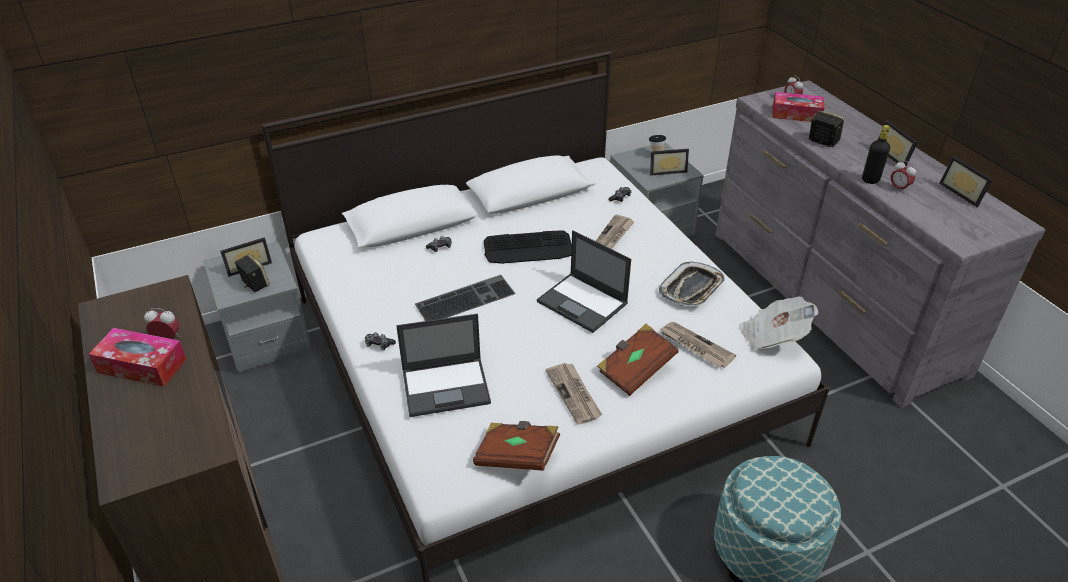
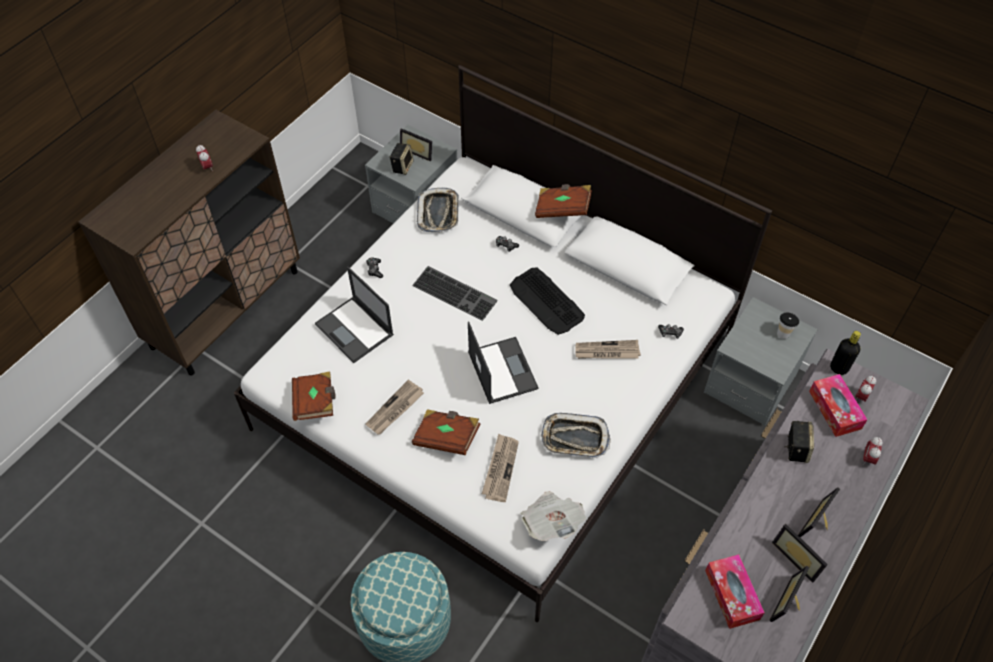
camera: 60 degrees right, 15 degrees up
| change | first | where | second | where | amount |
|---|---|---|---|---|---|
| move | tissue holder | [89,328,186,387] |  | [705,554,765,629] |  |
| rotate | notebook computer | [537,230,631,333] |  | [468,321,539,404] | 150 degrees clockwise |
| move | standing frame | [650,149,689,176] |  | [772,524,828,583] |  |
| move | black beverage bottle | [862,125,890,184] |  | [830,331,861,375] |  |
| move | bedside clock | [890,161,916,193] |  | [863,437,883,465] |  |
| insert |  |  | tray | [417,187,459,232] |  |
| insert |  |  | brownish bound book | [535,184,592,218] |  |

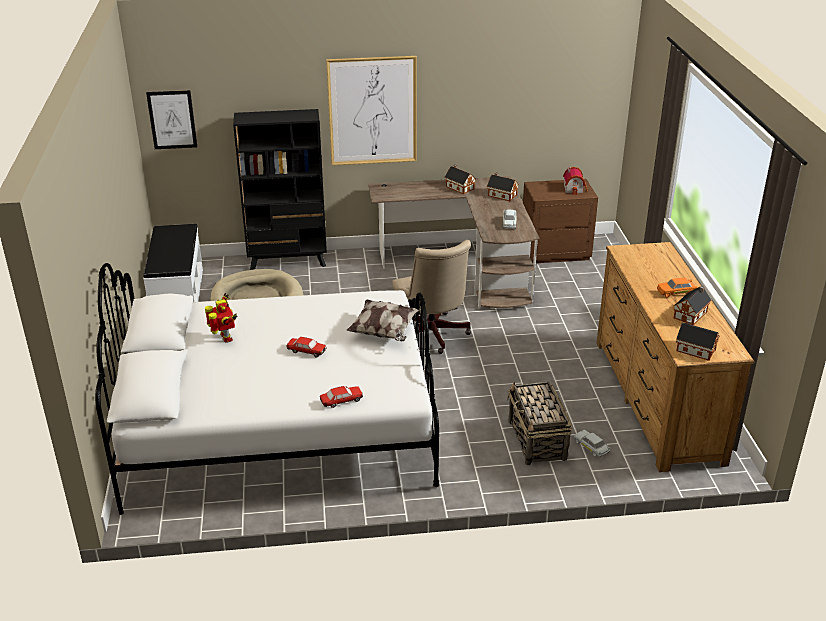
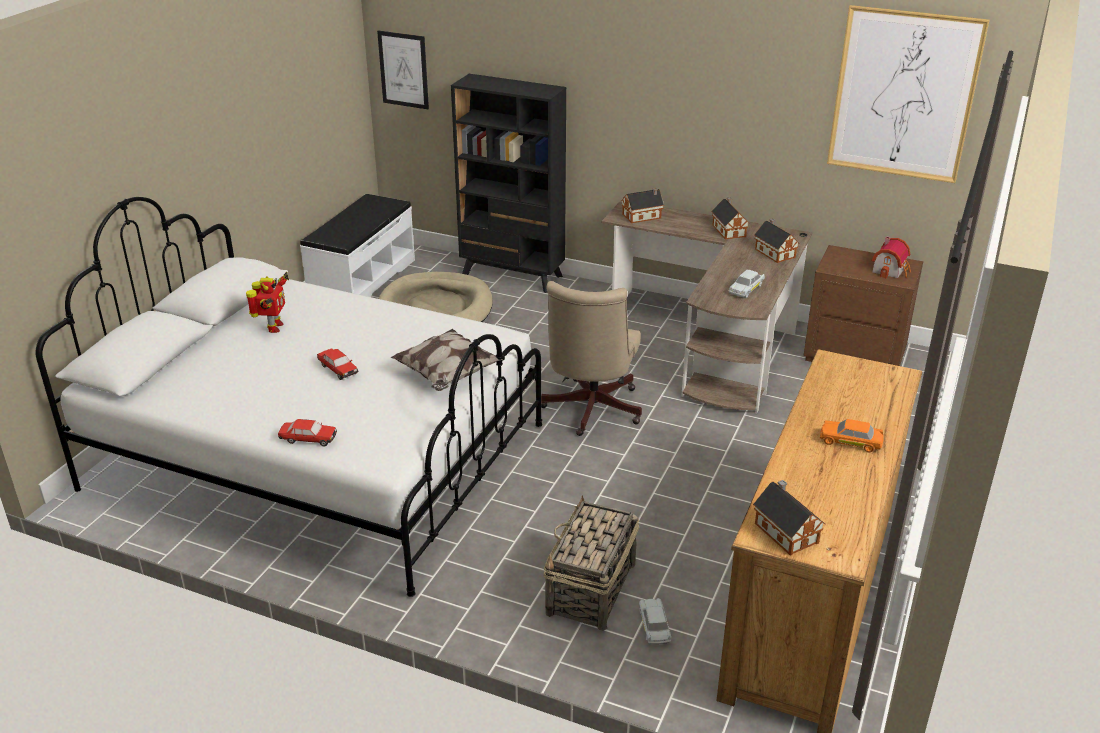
camera: 30 degrees right, 0 degrees up
| change | first | where | second | where | amount |
|---|---|---|---|---|---|
| move | wall picture | [326,56,417,166] |  | [827,5,990,183] |  |
| move | miniature house | [674,286,712,325] |  | [621,188,664,223] |  |

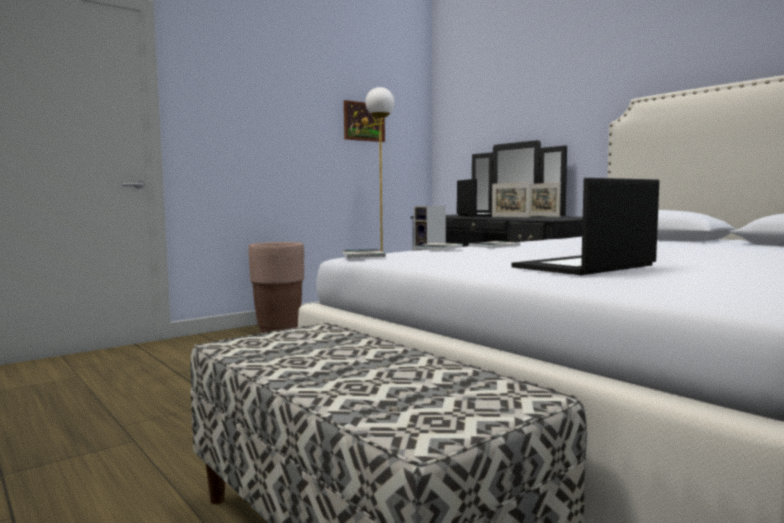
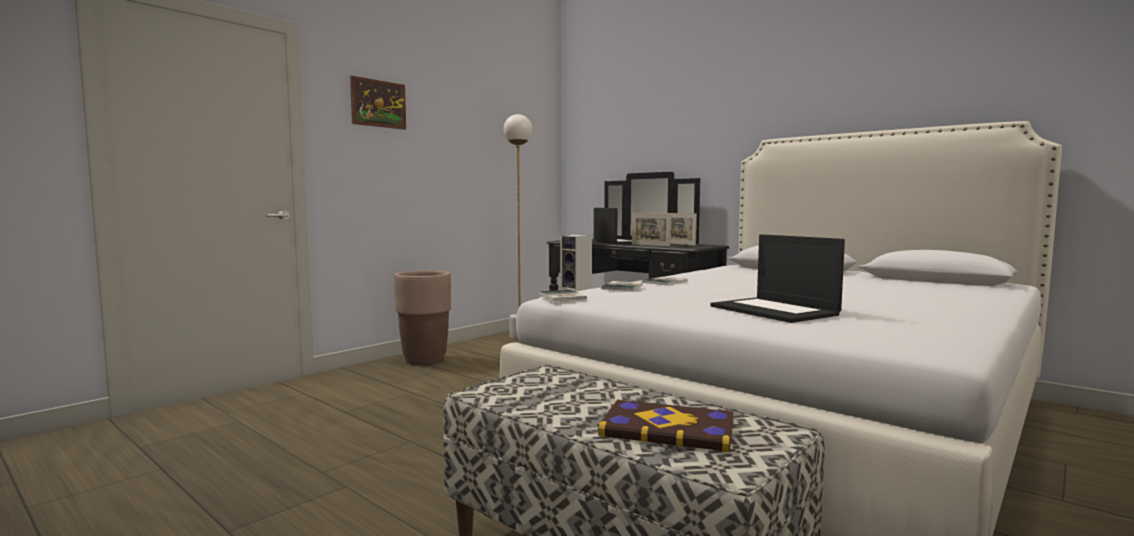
camera: 10 degrees left, 0 degrees up
| change | first | where | second | where | amount |
|---|---|---|---|---|---|
| move | wall picture | [344,100,385,142] |  | [350,75,406,130] |  |
| rotate | notebook computer | [512,178,659,275] |  | [710,234,845,323] | 75 degrees counterclockwise |
| insert |  |  | bound book | [598,400,734,452] |  |

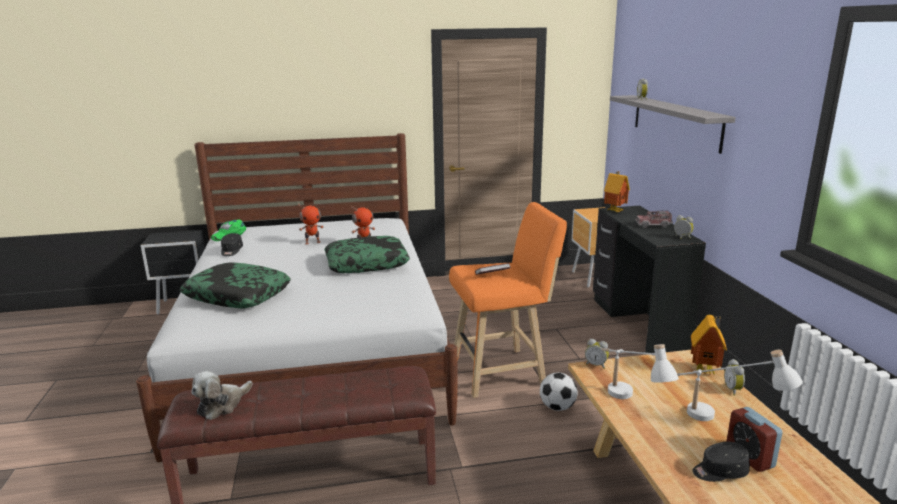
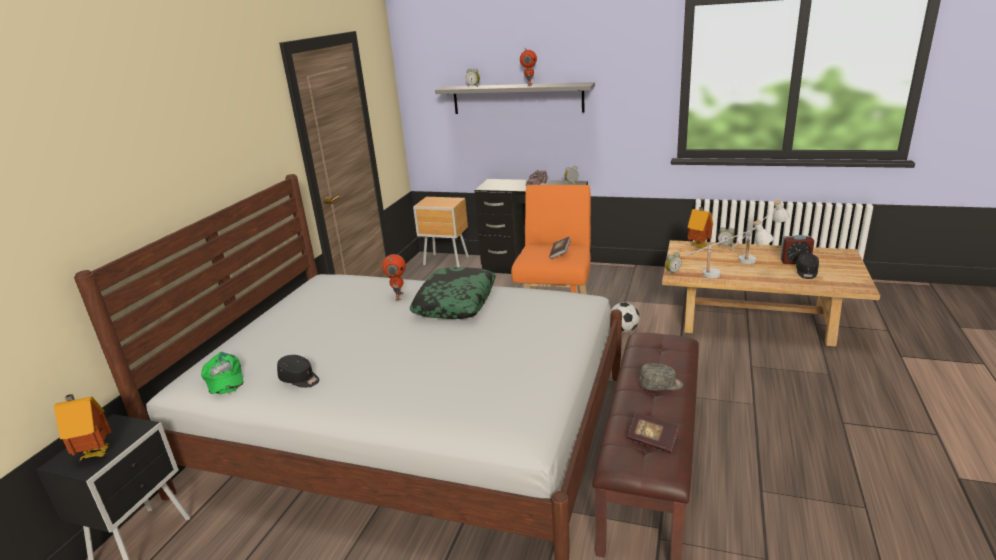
camera: 60 degrees left, 5 degrees up
| change | first | where | second | where | amount |
|---|---|---|---|---|---|
| delete | pillow | [180,262,291,309] |  |  |  |
| replace | plush toy | [191,371,252,420] | bound book | [627,413,678,453] |  |
| move | robot figure | [298,203,323,245] |  | [520,48,537,86] |  |
| move | miniature house | [604,172,630,212] |  | [54,394,111,460] |  |
| insert |  |  | grey cap | [639,363,683,390] |  |

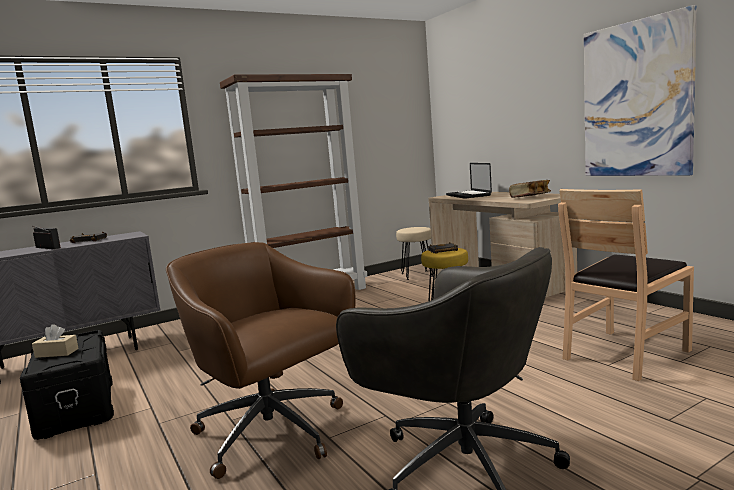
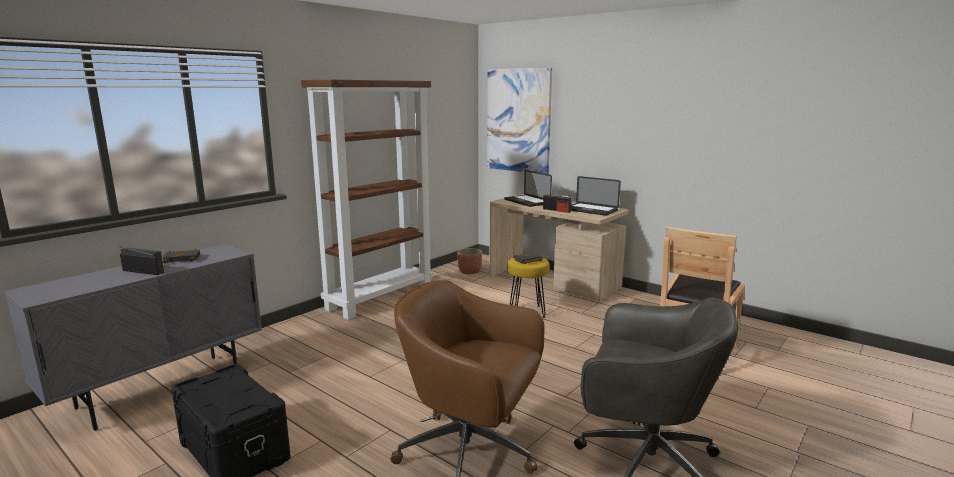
camera: 20 degrees left, 5 degrees up
| change | first | where | second | where | amount |
|---|---|---|---|---|---|
| delete | beige-coloured tissue holder | [32,325,79,358] |  |  |  |
| replace | beige-coloured stool seat | [396,227,433,280] | planter | [457,248,482,274] |  |
| replace | bound book | [509,180,551,198] | notebook computer | [571,176,621,216] |  |
| move | wall picture | [584,5,697,176] |  | [487,68,552,174] |  |
| insert |  |  | radio set | [543,194,571,213] |  |

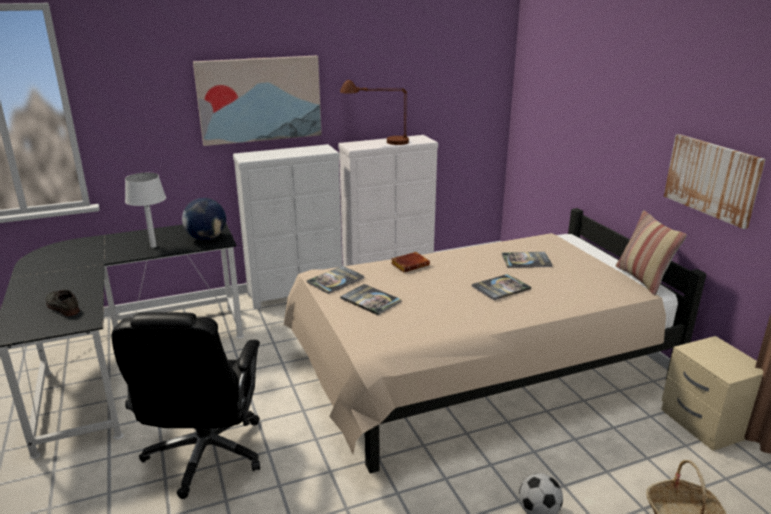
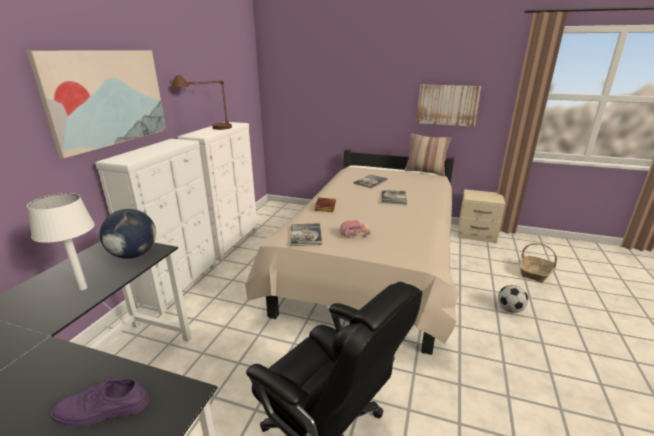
camera: 50 degrees left, 0 degrees up
| change | first | where | second | where | amount |
|---|---|---|---|---|---|
| recolor | grey low shoe | [46,290,80,316] | purple low shoe | [51,376,150,427] |  |
| replace | bound book | [340,284,402,315] | miniature car | [339,220,371,238] |  |

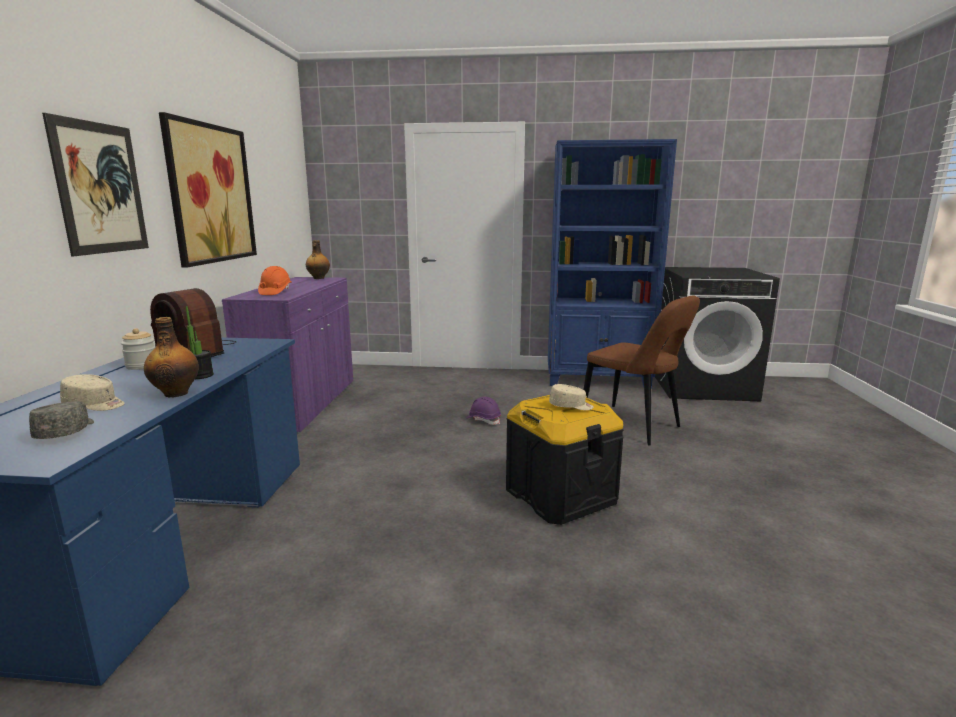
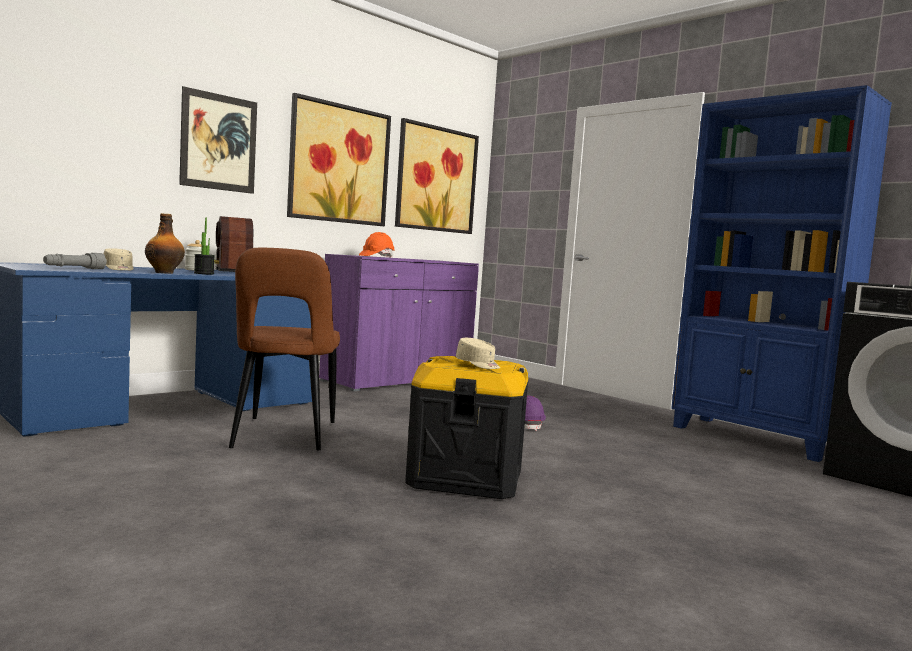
camera: 40 degrees right, 10 degrees down
| change | first | where | second | where | amount |
|---|---|---|---|---|---|
| replace | grey cap | [29,401,94,439] | grey torch | [43,253,107,269] |  |
| delete | beverage bottle | [306,240,330,279] |  |  |  |
| move | brownish upright chair | [583,295,700,445] |  | [229,248,340,450] |  |
| insert |  |  | wall picture | [395,118,479,234] |  |

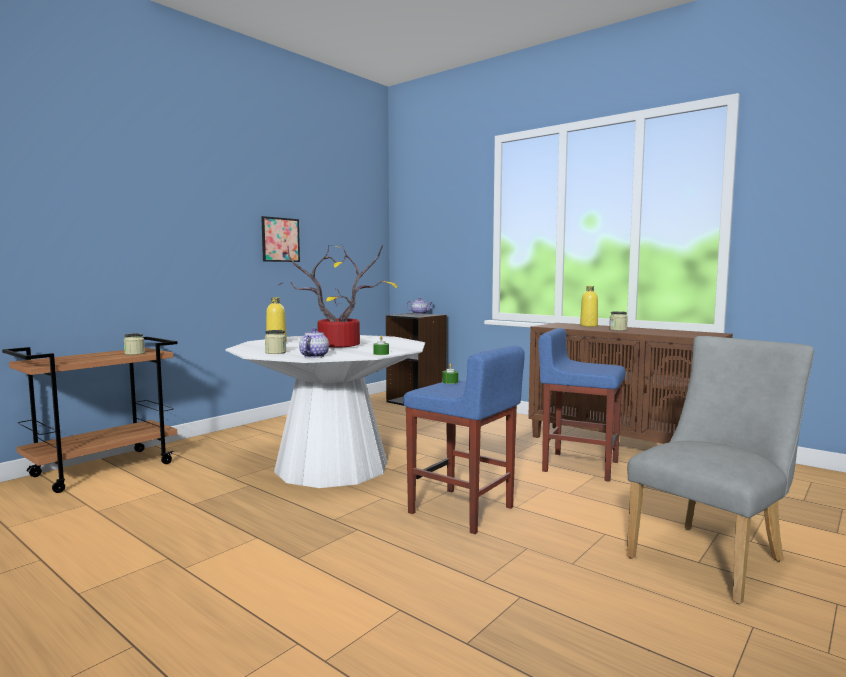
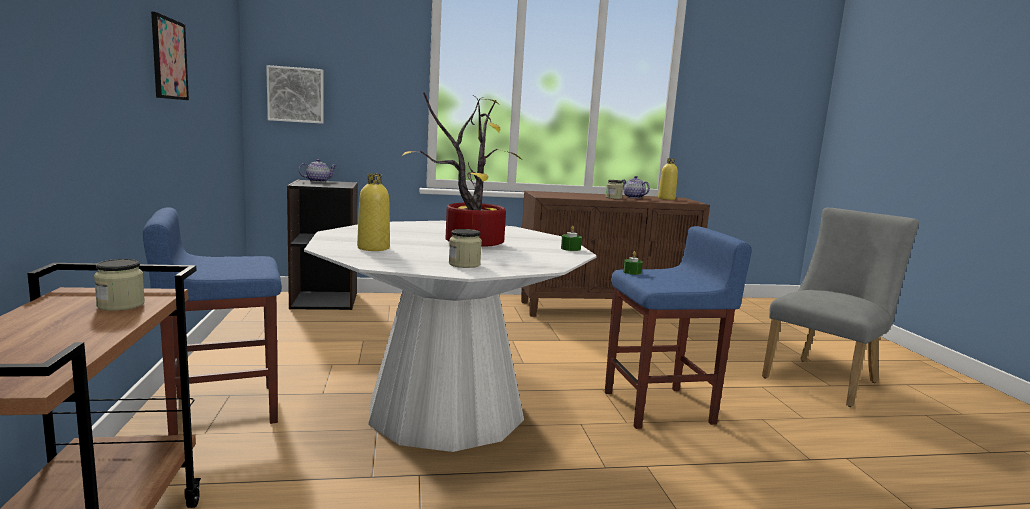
camera: 50 degrees left, 5 degrees up
| change | first | where | second | where | amount |
|---|---|---|---|---|---|
| move | tea pot | [299,328,329,358] |  | [622,176,650,198] |  |
| move | blue-coloured stool seat | [538,328,626,482] |  | [143,207,282,435] |  |
| move | yellowish beverage bottle | [580,286,598,327] |  | [658,158,678,200] |  |
| rotate | grey upright chair | [627,336,814,604] |  | [762,208,919,407] | 45 degrees clockwise |
| insert |  |  | wall picture | [266,65,324,124] |  |

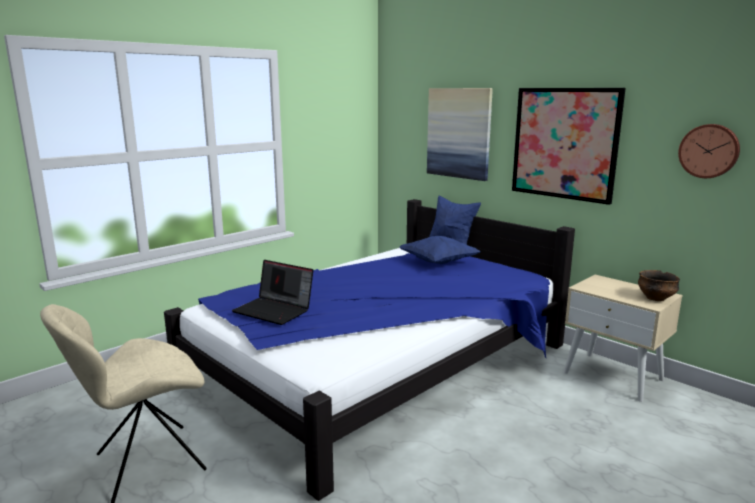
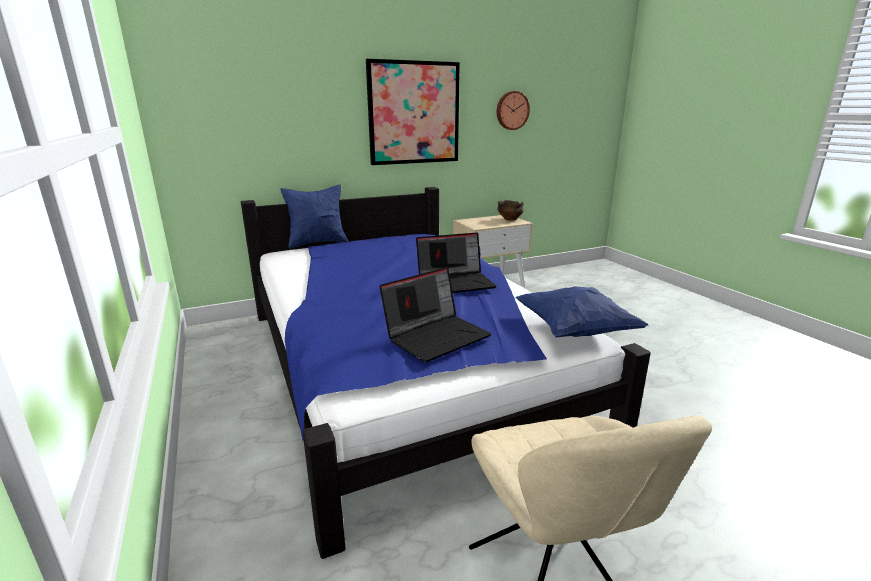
camera: 70 degrees left, 5 degrees up
| change | first | where | second | where | amount |
|---|---|---|---|---|---|
| move | blue-coloured pillow | [399,236,481,264] |  | [515,286,649,338] |  |
| delete | wall picture | [427,88,493,181] |  |  |  |
| insert |  |  | notebook computer | [416,232,497,293] |  |

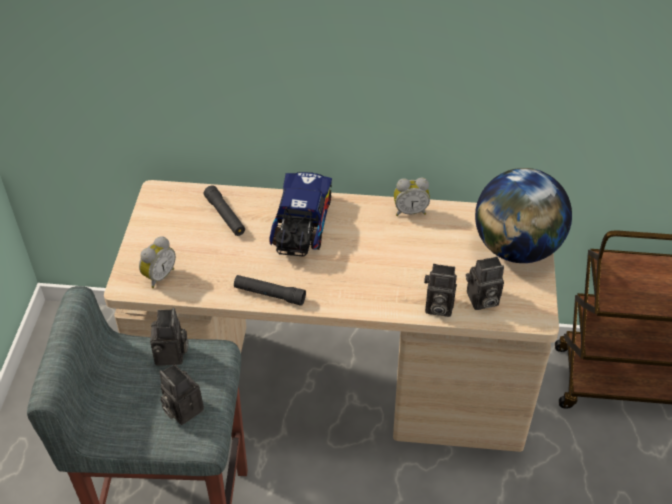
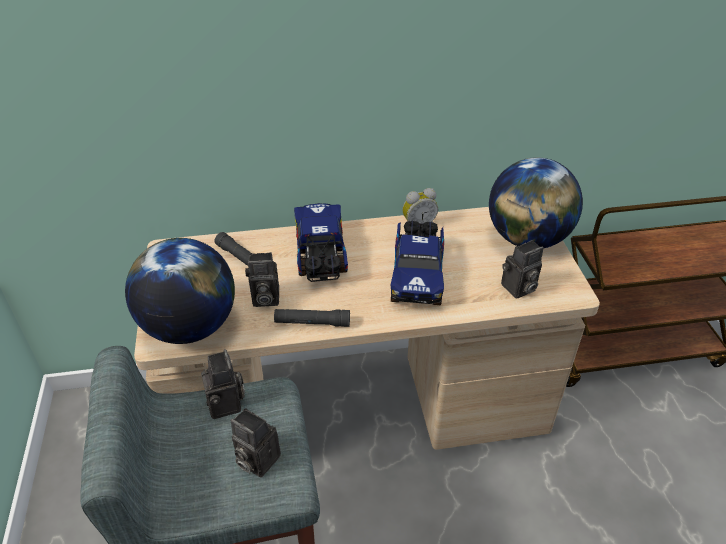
camera: 15 degrees left, 5 degrees down
| change | first | where | second | where | amount |
|---|---|---|---|---|---|
| replace | bedside clock | [139,236,176,288] | desk globe | [125,238,235,344] |  |
| move | still camera | [424,264,457,317] |  | [245,252,279,307] |  |
| insert |  |  | model truck | [391,220,444,305] |  |

